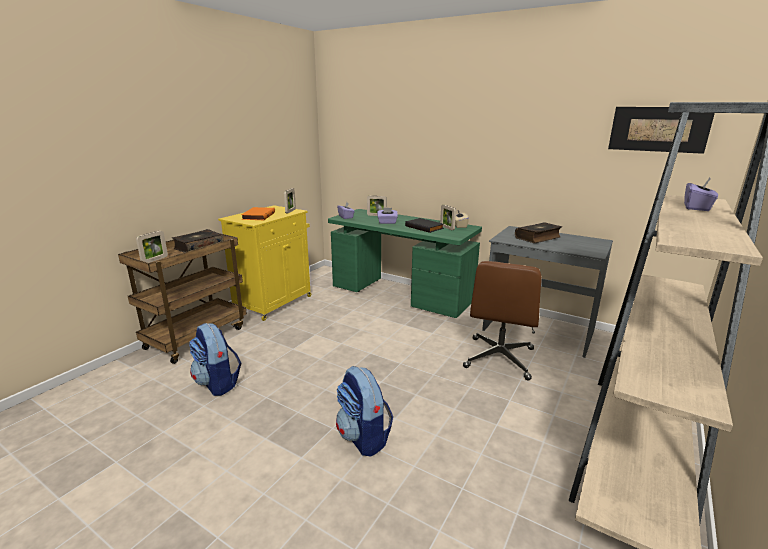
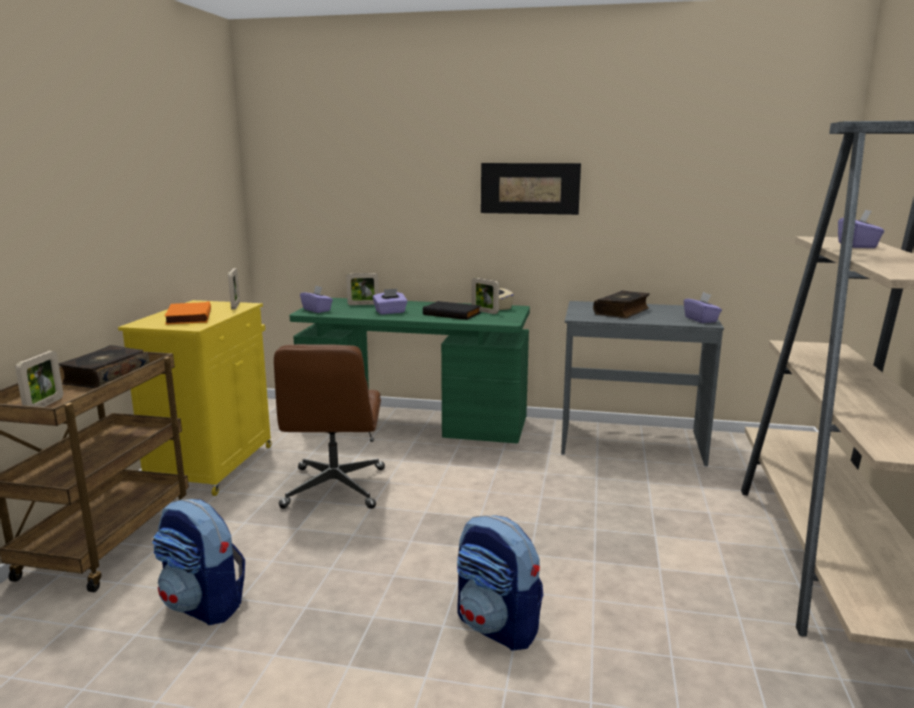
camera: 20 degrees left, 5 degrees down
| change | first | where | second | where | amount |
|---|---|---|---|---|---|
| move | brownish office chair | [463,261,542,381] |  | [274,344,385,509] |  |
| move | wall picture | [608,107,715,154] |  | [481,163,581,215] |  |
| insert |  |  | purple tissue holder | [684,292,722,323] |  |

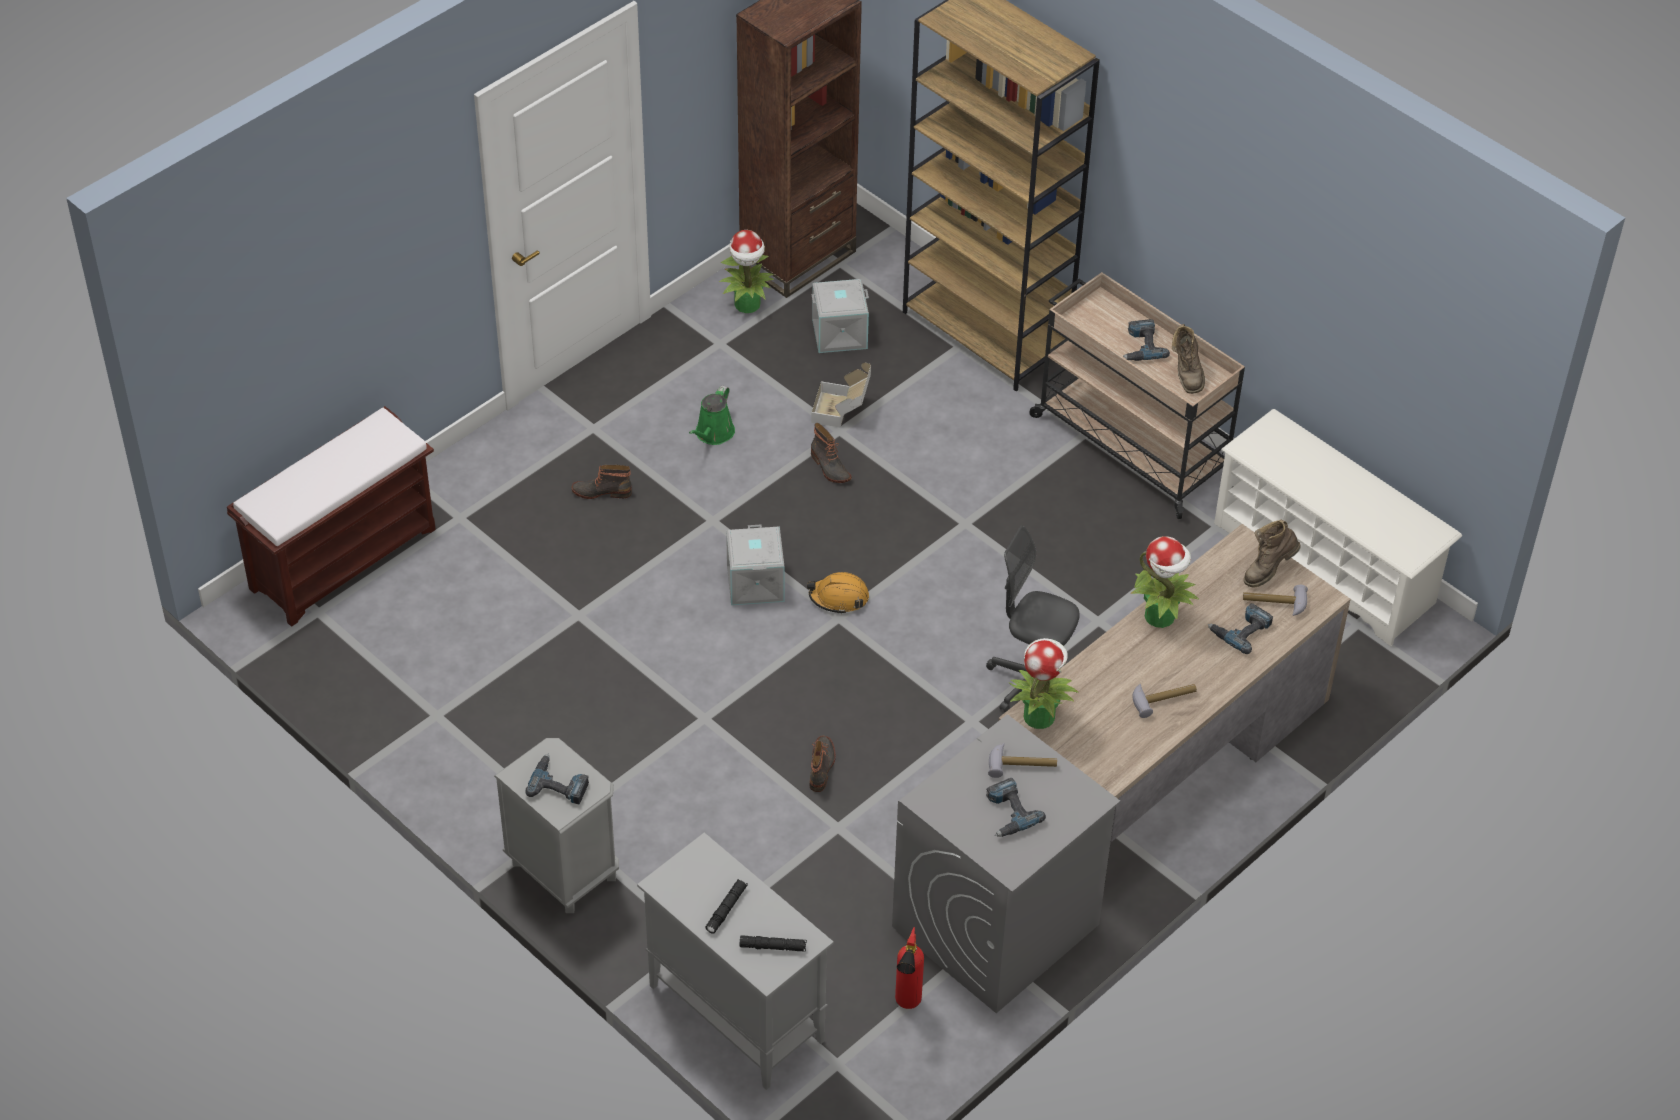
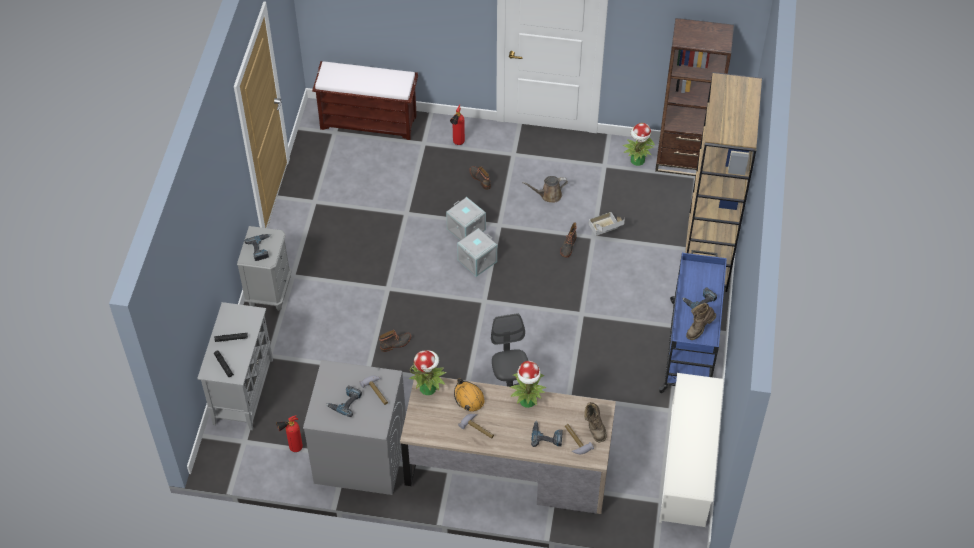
camera: 55 degrees right, 5 degrees up
| change | first | where | second | where | amount |
|---|---|---|---|---|---|
| recolor | green-coloured watering can | [689,386,735,445] | brownish watering can | [523,176,568,203] |  |
| move | orangey work helmet | [807,572,869,614] |  | [454,378,485,412] |  |
| move | grey storage bin | [811,279,869,353] |  | [446,197,486,241] |  |
| recolor | beige-coloured cart | [1029,272,1245,519] | blue-coloured cart | [659,250,727,393] |  |
| rotate | brownish high-top boot | [1243,519,1301,588] |  | [584,402,606,443] | 120 degrees counterclockwise |
| insert |  |  | fire-fighting cylinder | [450,105,465,145] |  |

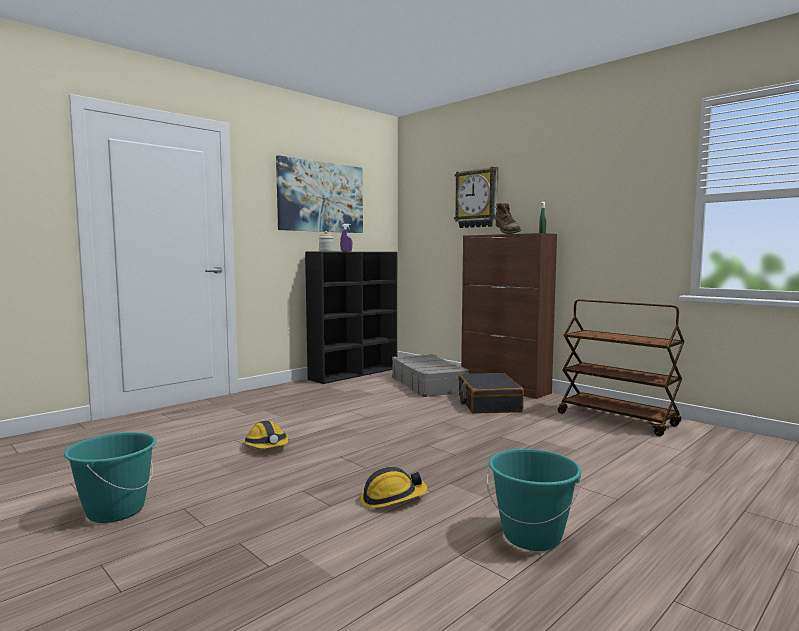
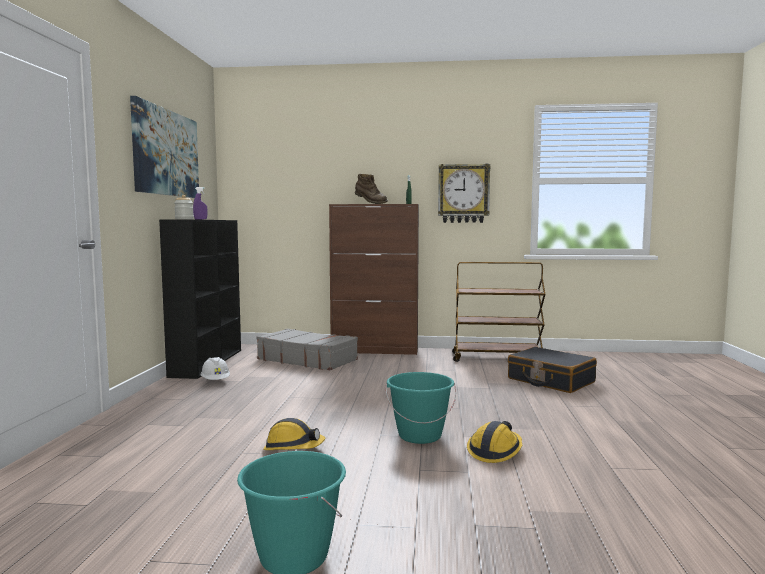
camera: 40 degrees left, 0 degrees up
| change | first | where | second | where | amount |
|---|---|---|---|---|---|
| move | wall clock | [454,167,498,228] |  | [438,164,491,223] |  |
| move | black suitcase | [458,373,524,414] |  | [508,347,597,393] |  |
| move | blue-green bucket | [487,449,582,551] |  | [385,372,456,444] |  |
| insert |  |  | white work helmet | [201,357,230,380] |  |

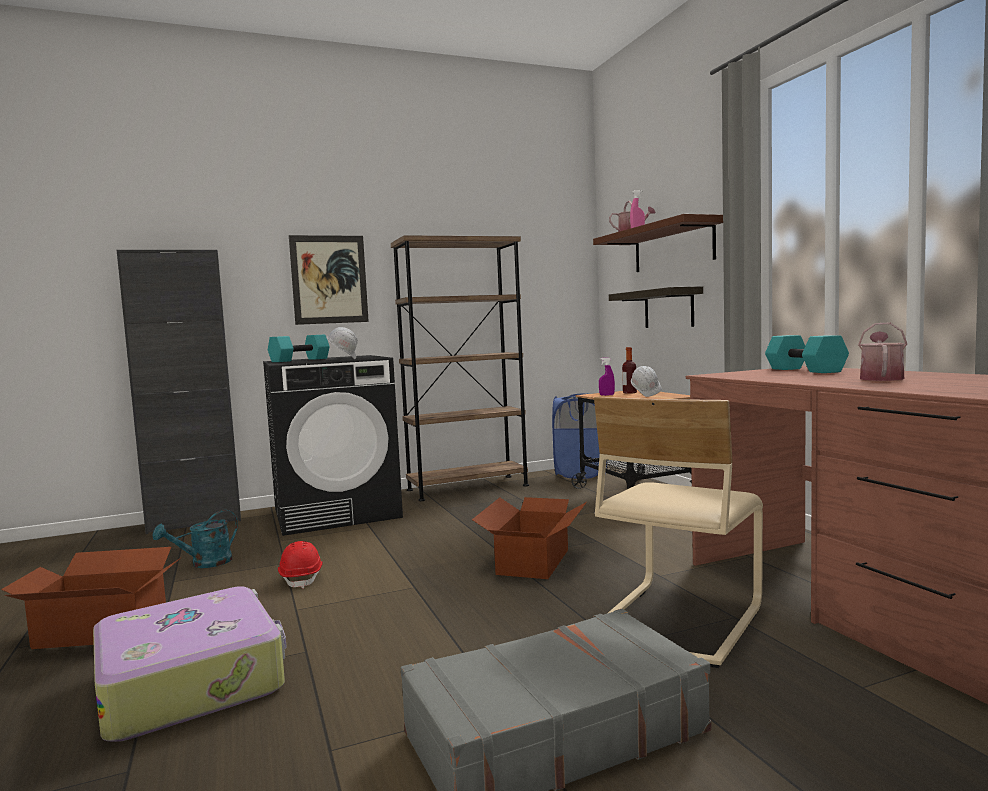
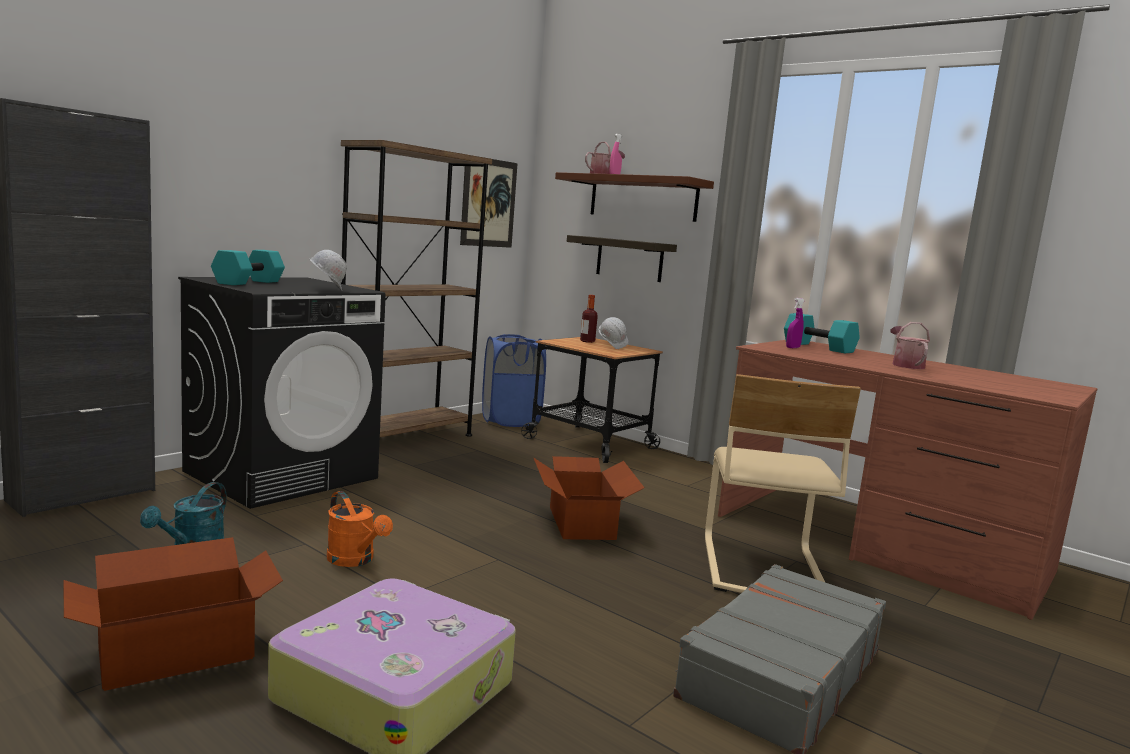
camera: 30 degrees left, 5 degrees up
| change | first | where | second | where | amount |
|---|---|---|---|---|---|
| replace | red-coloured work helmet | [278,541,323,589] | orangey watering can | [327,491,393,567] |  |
| move | wall picture | [289,235,369,325] |  | [460,159,518,248] |  |
| move | purple sprayer | [599,357,615,396] |  | [786,298,805,348] |  |

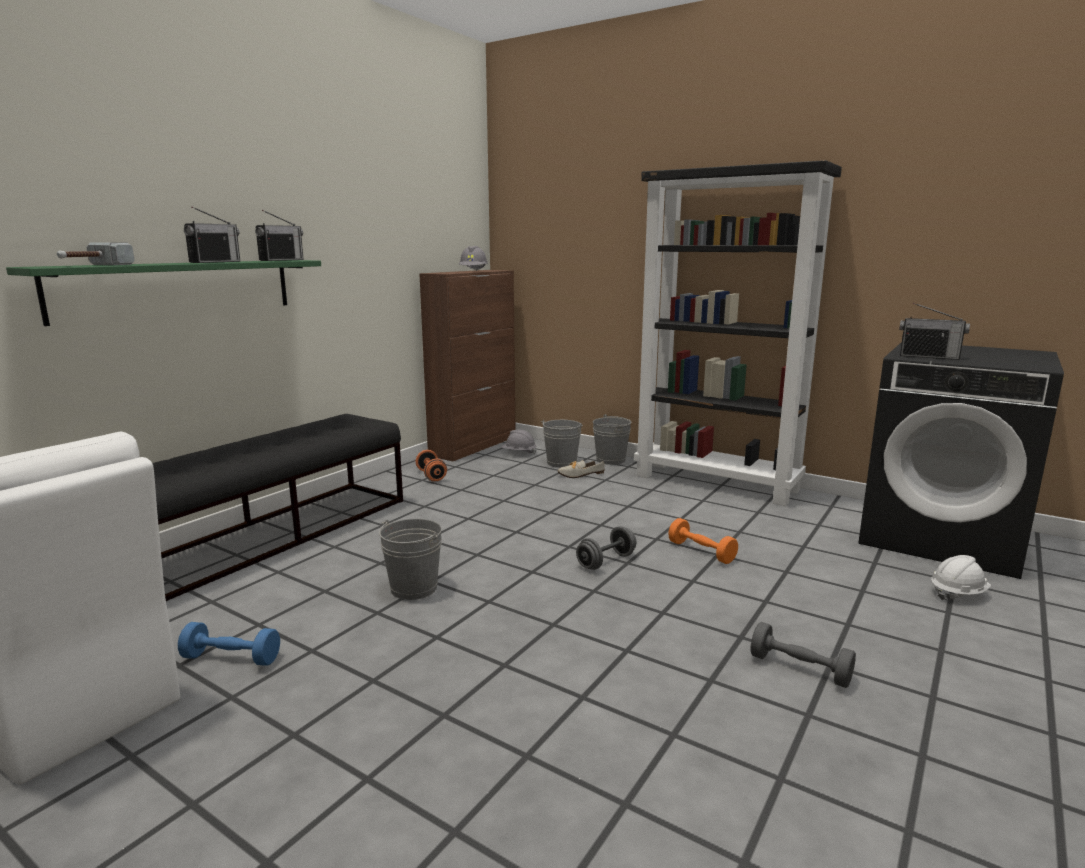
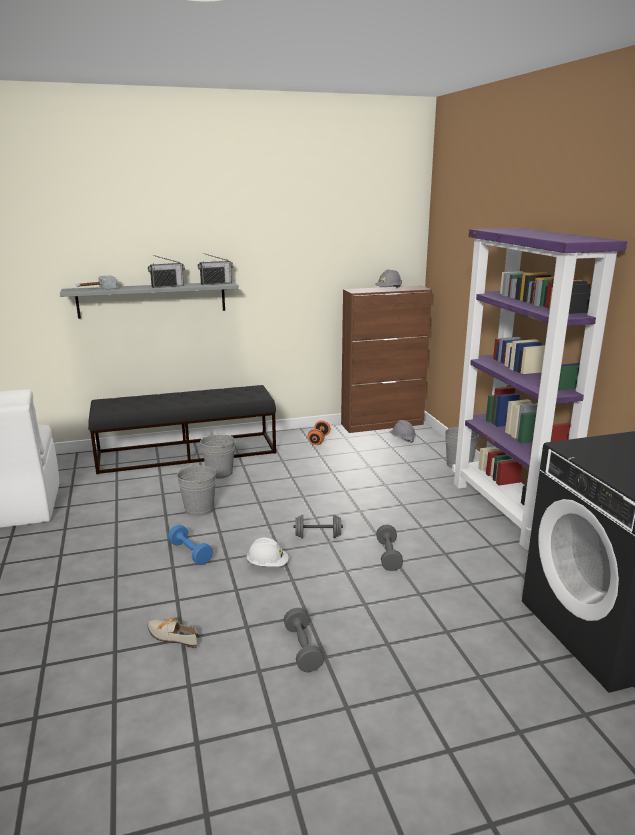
camera: 40 degrees right, 5 degrees up
| change | first | where | second | where | amount |
|---|---|---|---|---|---|
| recolor | green-coloured wall shelf | [6,260,321,326] | grey wall shelf | [60,281,239,319] |  |
| move | blue-coloured free weight | [178,622,280,666] |  | [168,525,213,565] |  |
| move | grey bucket | [541,420,583,468] |  | [200,432,235,479] |  |
| move | low shoe | [558,460,605,478] |  | [147,617,199,648] |  |
| recolor | black bookcase | [634,160,842,506] | purple bookcase | [452,228,627,550] |  |
| recolor | orangey free weight | [668,518,738,564] | grey free weight | [376,525,403,571] |  |
| delete | radio set | [899,303,970,360] |  |  |  |
| move | white work helmet | [931,555,991,601] |  | [246,537,289,567] |  |

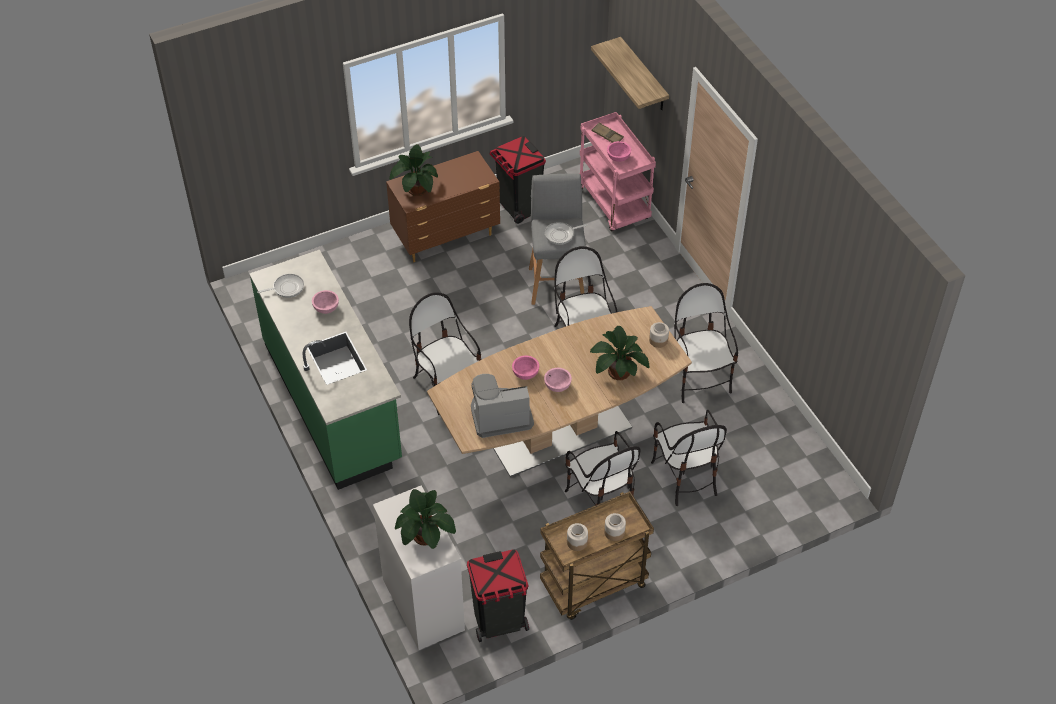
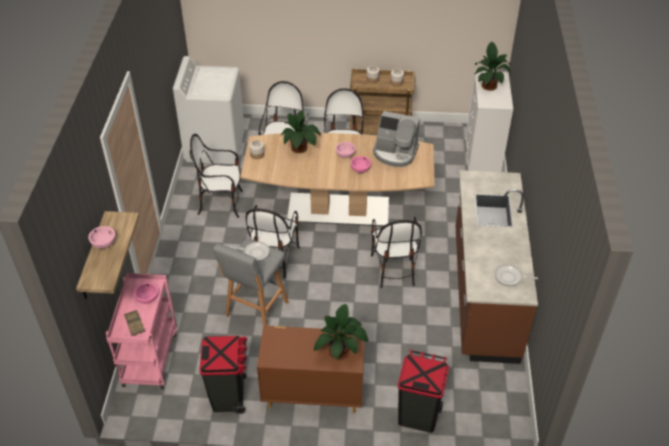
camera: 150 degrees left, 5 degrees down
| change | first | where | second | where | amount |
|---|---|---|---|---|---|
| recolor | green-coloured kitchen base unit | [250,250,402,490] | brownish kitchen base unit | [456,170,538,364] |  |
| move | pink bowl | [312,290,339,314] |  | [88,226,115,249] |  |
| move | black waste bin | [467,550,529,642] |  | [398,350,449,433] |  |
| rotate | upright chair | [674,283,738,403] |  | [190,134,243,218] | 75 degrees clockwise |
| insert |  |  | white laundry appliance | [173,56,245,164] |  |

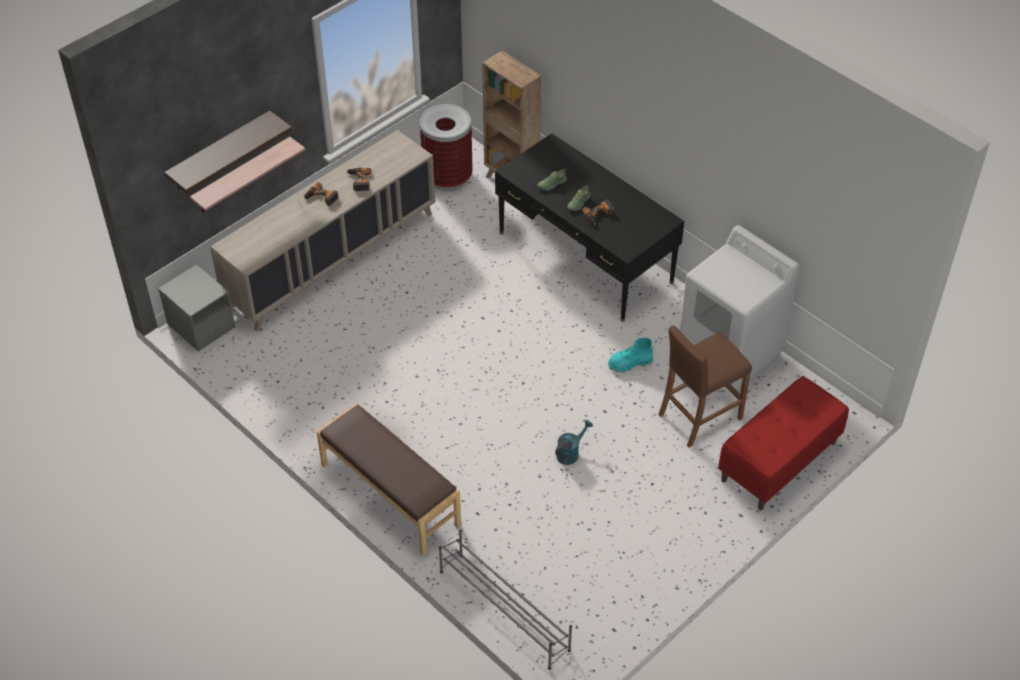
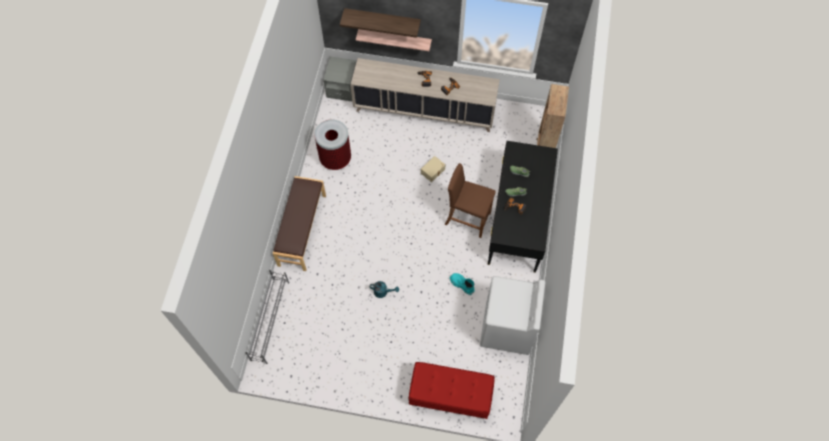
camera: 55 degrees right, 15 degrees up
| change | first | where | second | where | amount |
|---|---|---|---|---|---|
| move | waste bin | [420,104,473,191] |  | [314,120,351,170] |  |
| move | brownish stool seat | [658,325,752,448] |  | [445,163,496,238] |  |
| insert |  |  | beige-coloured storage bin | [421,156,445,182] |  |

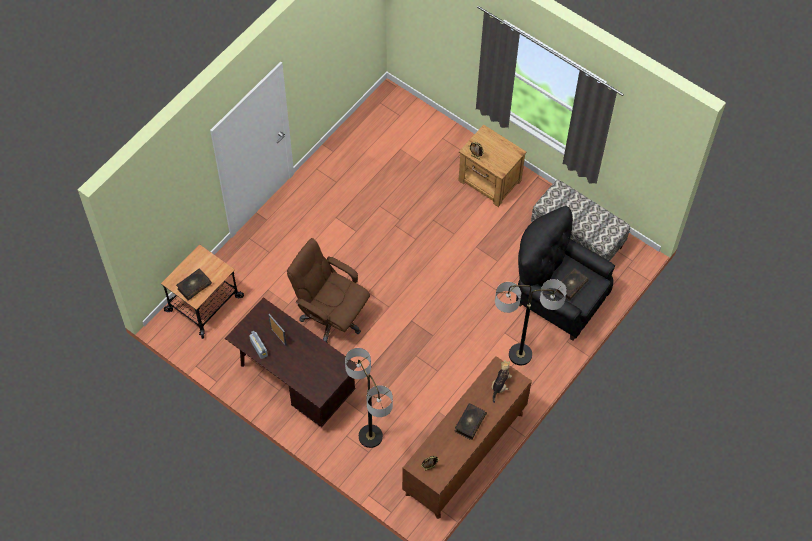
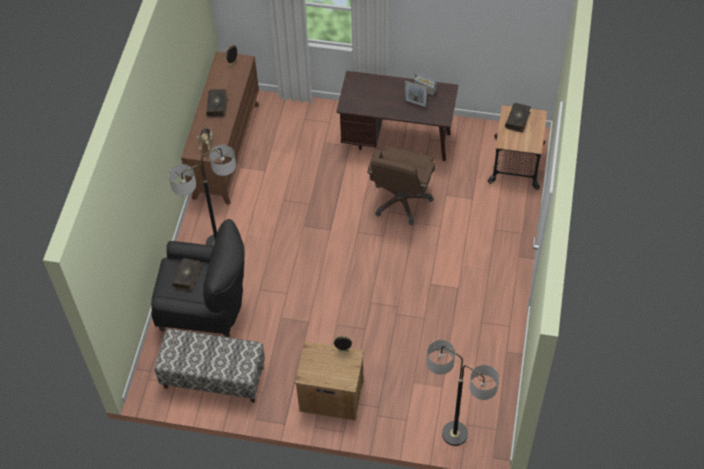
camera: 155 degrees right, 5 degrees down
| change | first | where | second | where | amount |
|---|---|---|---|---|---|
| rotate | brownish office chair | [287,238,370,343] |  | [367,146,435,225] | 105 degrees clockwise |
| move | standing lamp | [345,348,393,448] |  | [426,340,499,446] |  |

